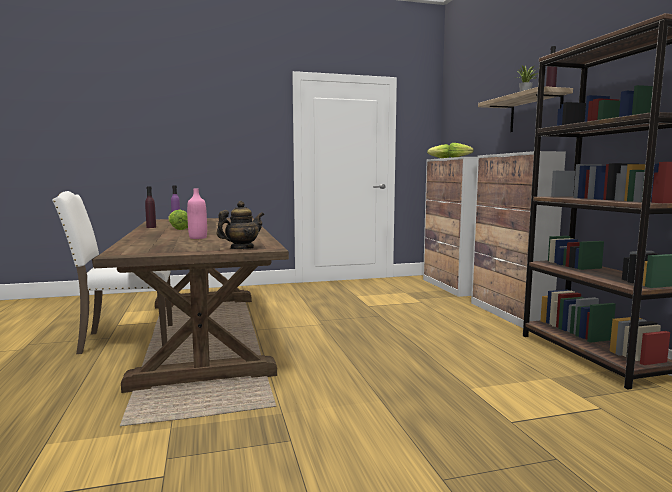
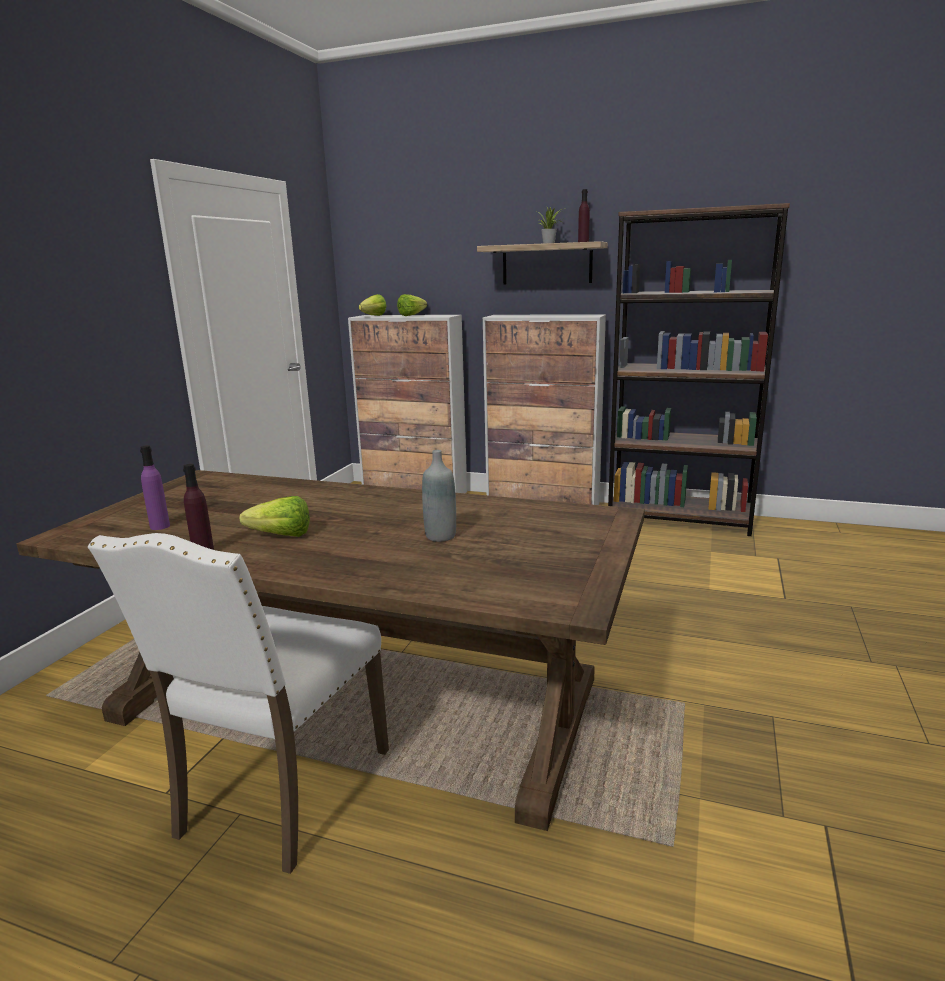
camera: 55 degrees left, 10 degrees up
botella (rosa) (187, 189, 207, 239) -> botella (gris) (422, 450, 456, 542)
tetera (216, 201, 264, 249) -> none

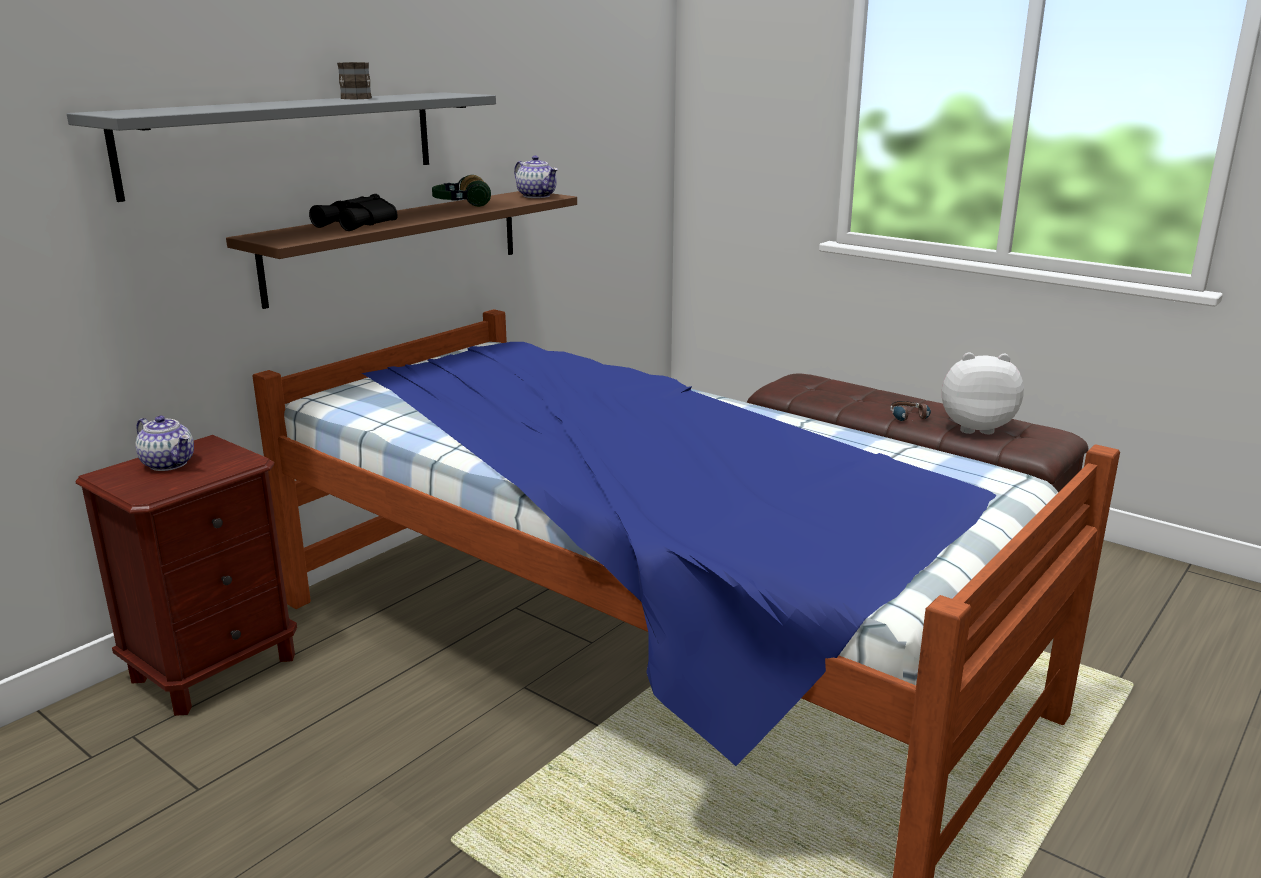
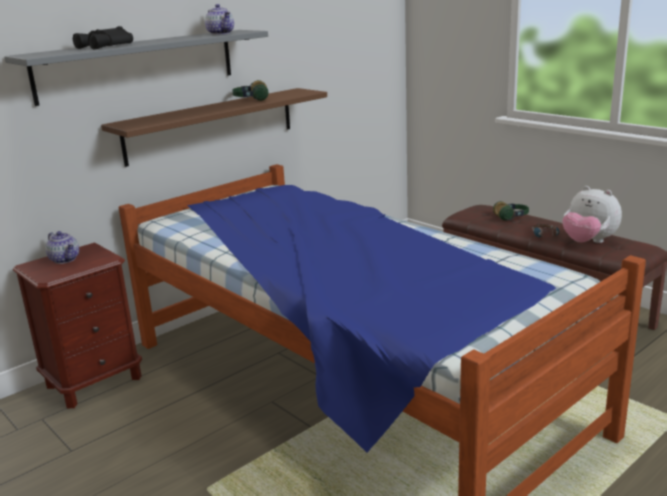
camera: 10 degrees right, 0 degrees up
taza grande (marrón) (337, 62, 372, 99) -> none
tetera (514, 155, 558, 198) -> tetera (205, 4, 234, 35), move
prismáticos (negro) (309, 194, 397, 231) -> prismáticos (negro) (73, 26, 133, 50), move
peluche (942, 352, 1024, 434) -> peluche (562, 186, 622, 243), 150 degrees counterclockwise
none -> auriculares (493, 201, 529, 221)

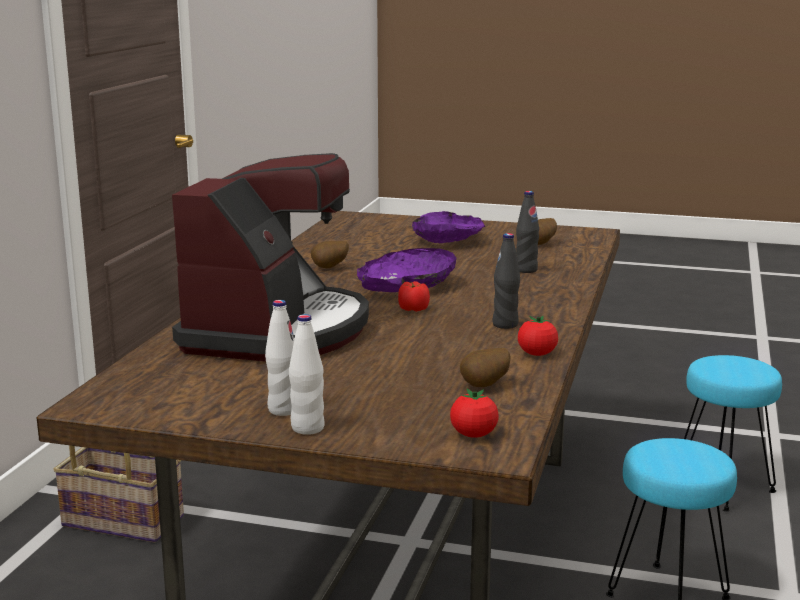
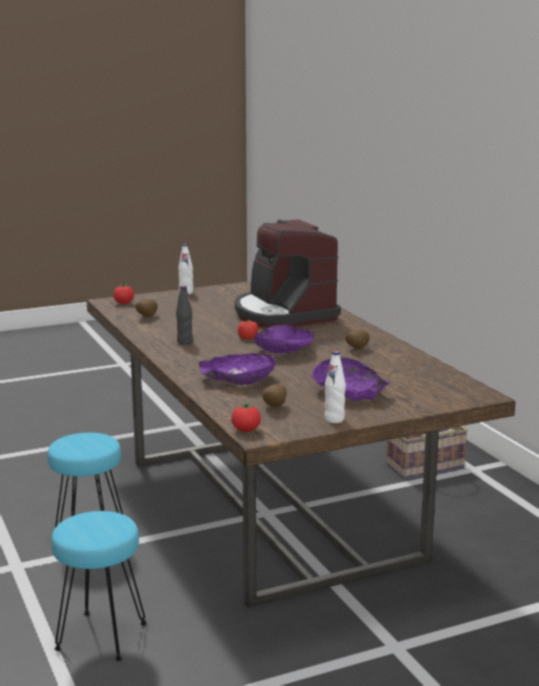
camera: 140 degrees right, 0 degrees up
botella (negro) (516, 191, 539, 273) -> cuenco (morado) (198, 353, 276, 385)
botella (blanco) (265, 300, 294, 416) -> botella (blanco) (324, 351, 346, 423), move
tomate (518, 316, 558, 356) -> tomate (231, 402, 261, 432), move

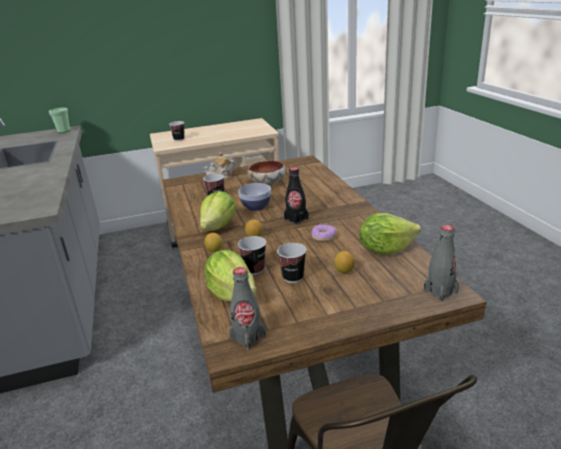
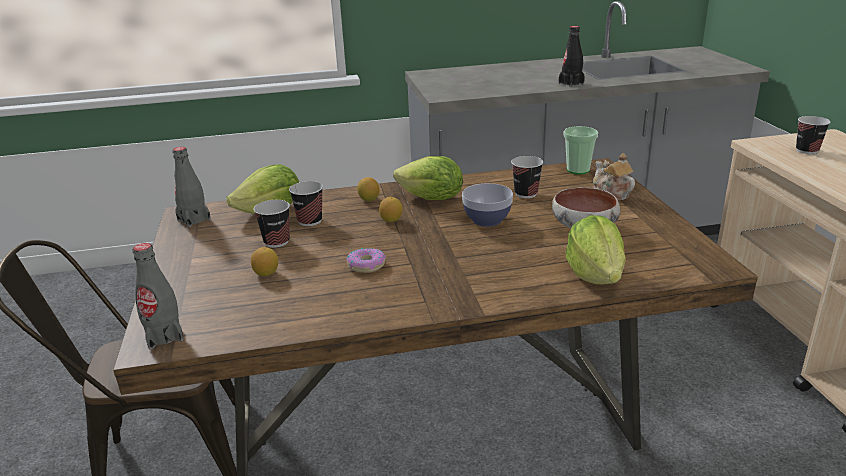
camera: 95 degrees right, 0 degrees up
taza (49, 108, 70, 133) -> taza (563, 126, 598, 174), move
botella (negro) (284, 167, 309, 225) -> botella (negro) (559, 26, 585, 87), move
lechuga (359, 213, 421, 255) -> lechuga (565, 215, 626, 285), move

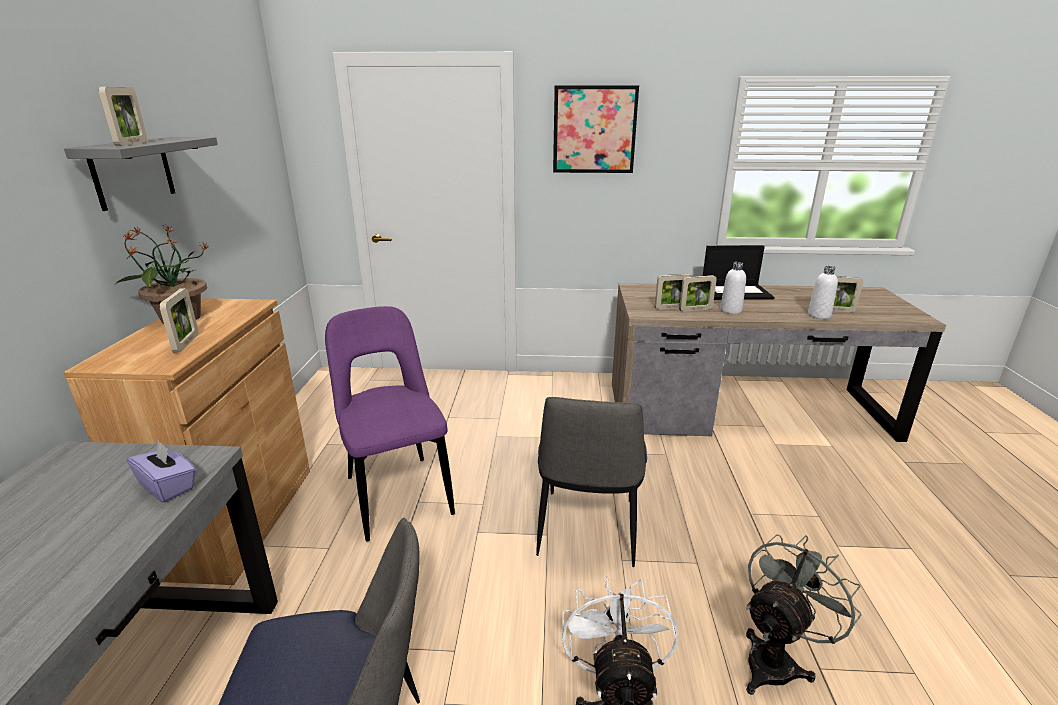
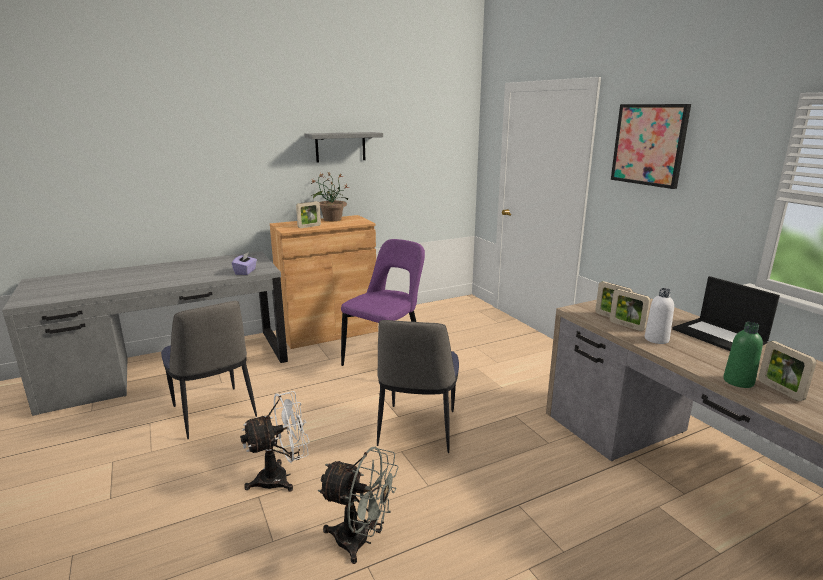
camera: 60 degrees right, 5 degrees down
portarretratos (99, 87, 147, 146) -> none
botella (blanco) (808, 266, 838, 319) -> botella (verde) (723, 322, 763, 388)
silla (536, 397, 647, 567) -> silla (377, 320, 459, 453), 60 degrees counterclockwise

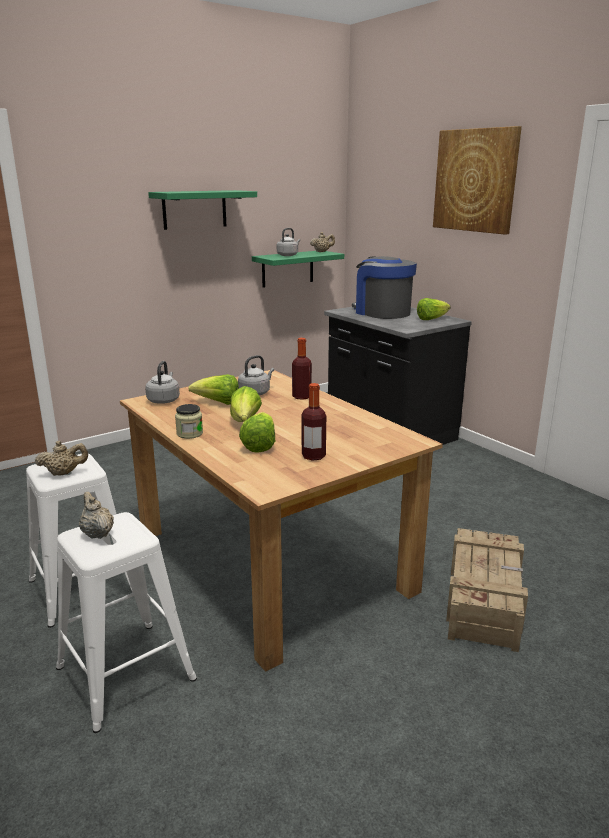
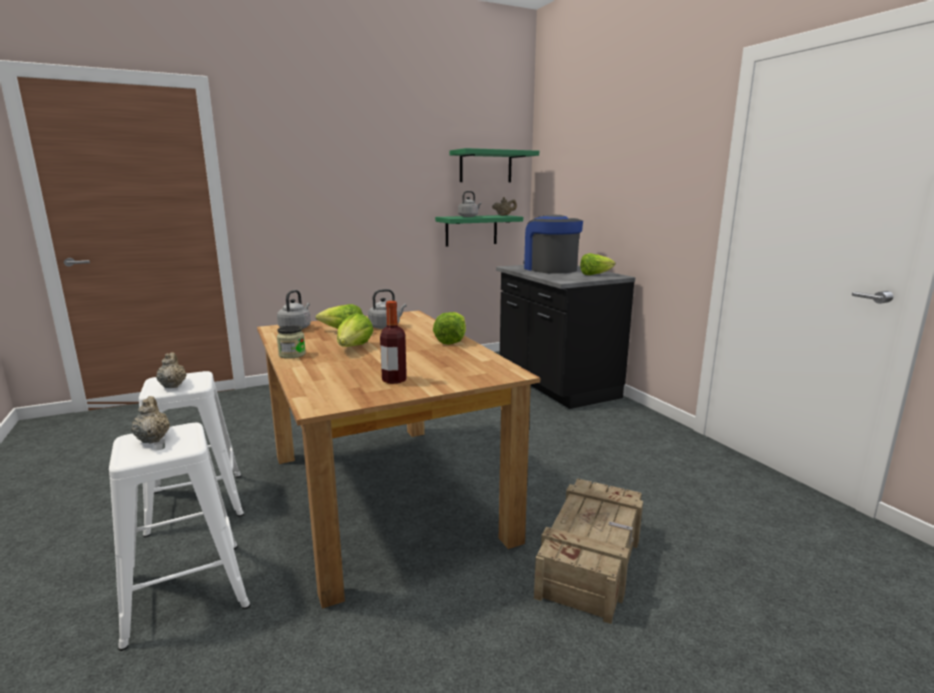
camera: 10 degrees right, 5 degrees down
cuadro (433, 126, 522, 235) -> none
estante (verde) (148, 190, 257, 230) -> estante (verde) (450, 148, 539, 182), move
botella (292, 338, 312, 400) -> none
lechuga (239, 412, 275, 453) -> lechuga (433, 312, 466, 345), move
tetera (beis) (35, 441, 88, 476) -> tetera (beis) (156, 352, 187, 388), 105 degrees counterclockwise

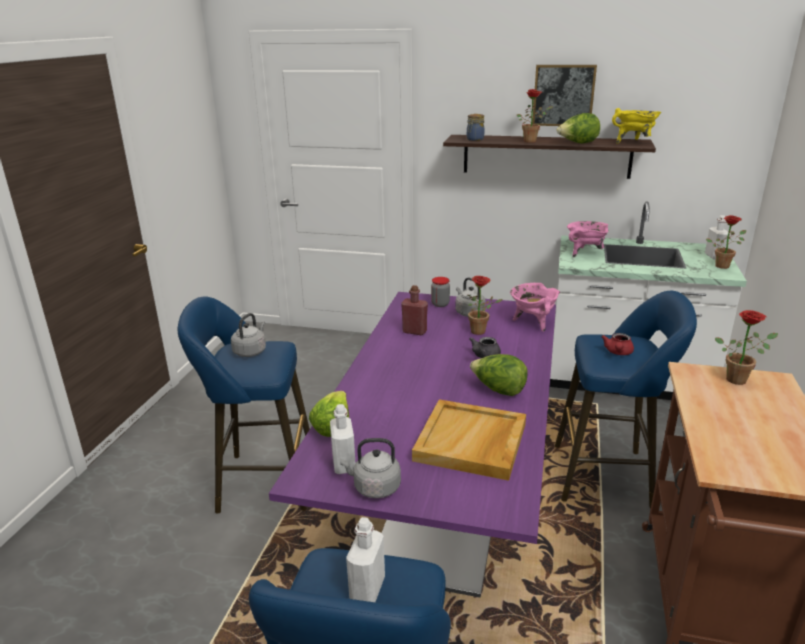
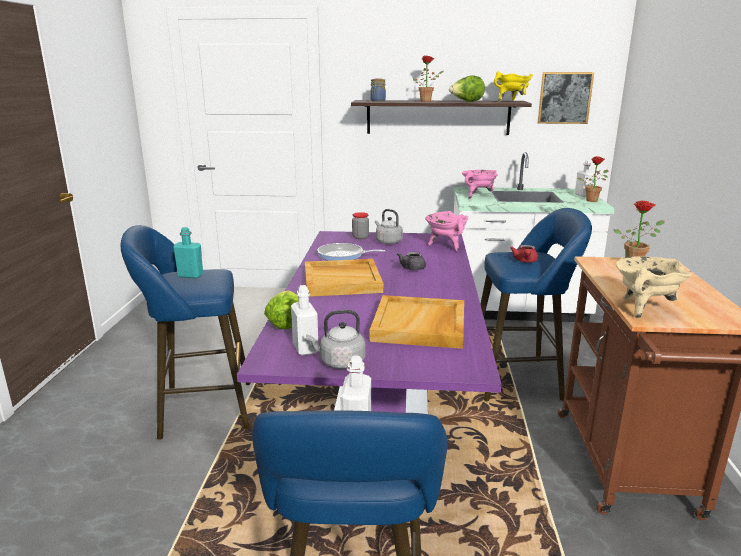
camera: 10 degrees left, 5 degrees down
cuadro (532, 65, 597, 126) -> cuadro (538, 72, 594, 124), move
planta en maceta (468, 276, 503, 335) -> none
botella (rojo) (401, 285, 428, 335) -> sartén (317, 243, 385, 261)
hervidor (gris) (231, 313, 266, 357) -> botella (turquesa) (173, 227, 203, 279)
lechuga (470, 354, 527, 396) -> none
none -> olla (beis) (616, 256, 692, 319)
none -> bandeja (beis) (305, 259, 383, 297)

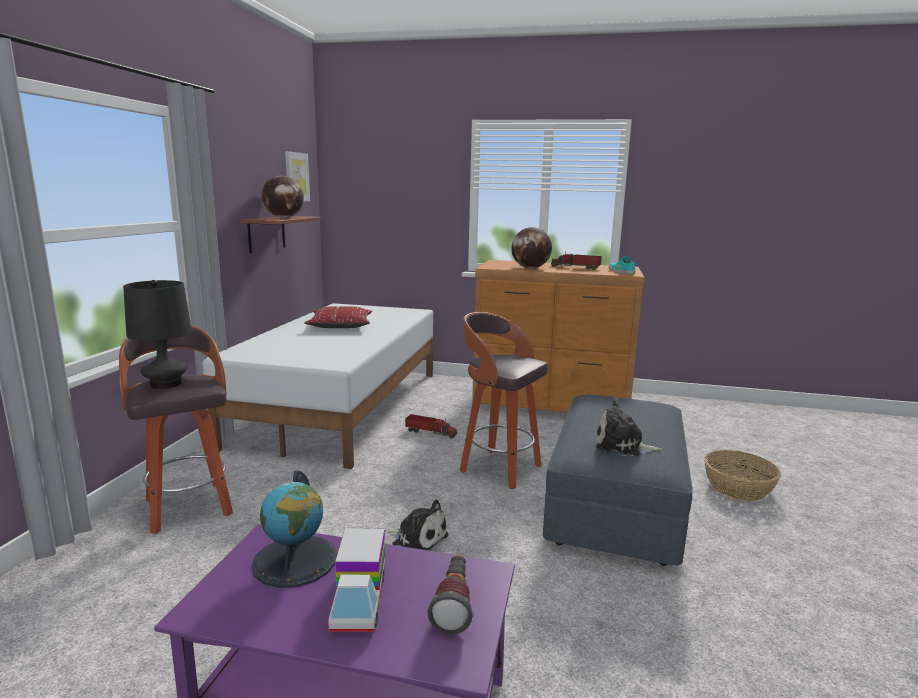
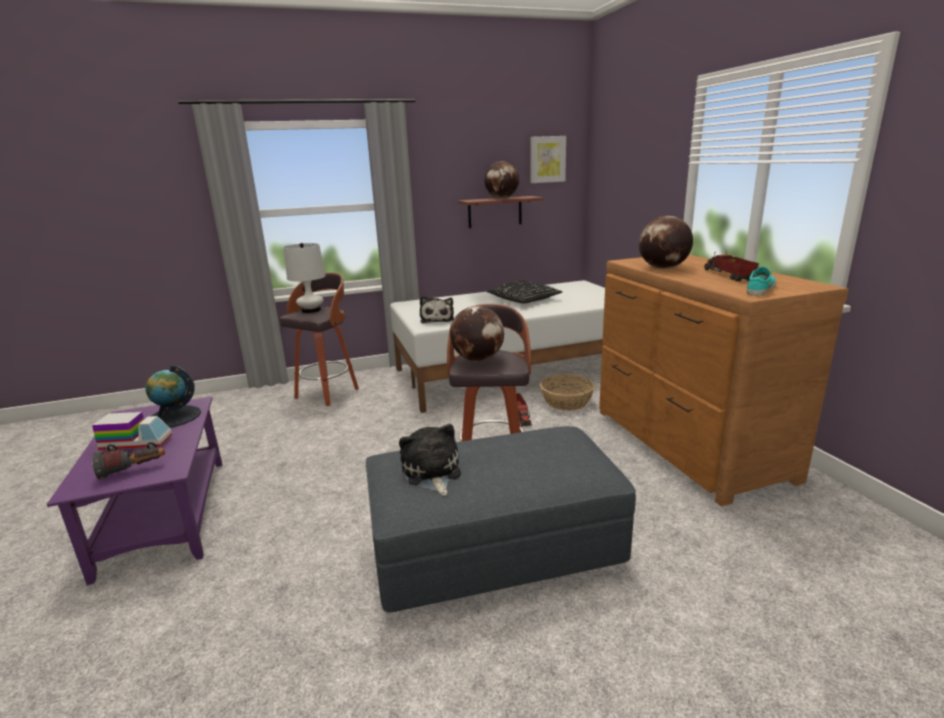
camera: 60 degrees right, 5 degrees up
lámpara de mesa (negro) (123, 280, 192, 389) -> lámpara de mesa (blanco) (284, 243, 326, 313)
cojín (rojo) (304, 306, 372, 328) -> cojín (negro) (486, 281, 562, 303)
cesta (704, 450, 781, 501) -> cesta (540, 374, 595, 411), move
peluche (385, 500, 448, 551) -> peluche (420, 296, 454, 324), move
camión de juguete (329, 528, 385, 632) -> camión de juguete (92, 412, 172, 451), 150 degrees counterclockwise
none -> globo terráqueo (450, 306, 504, 361)

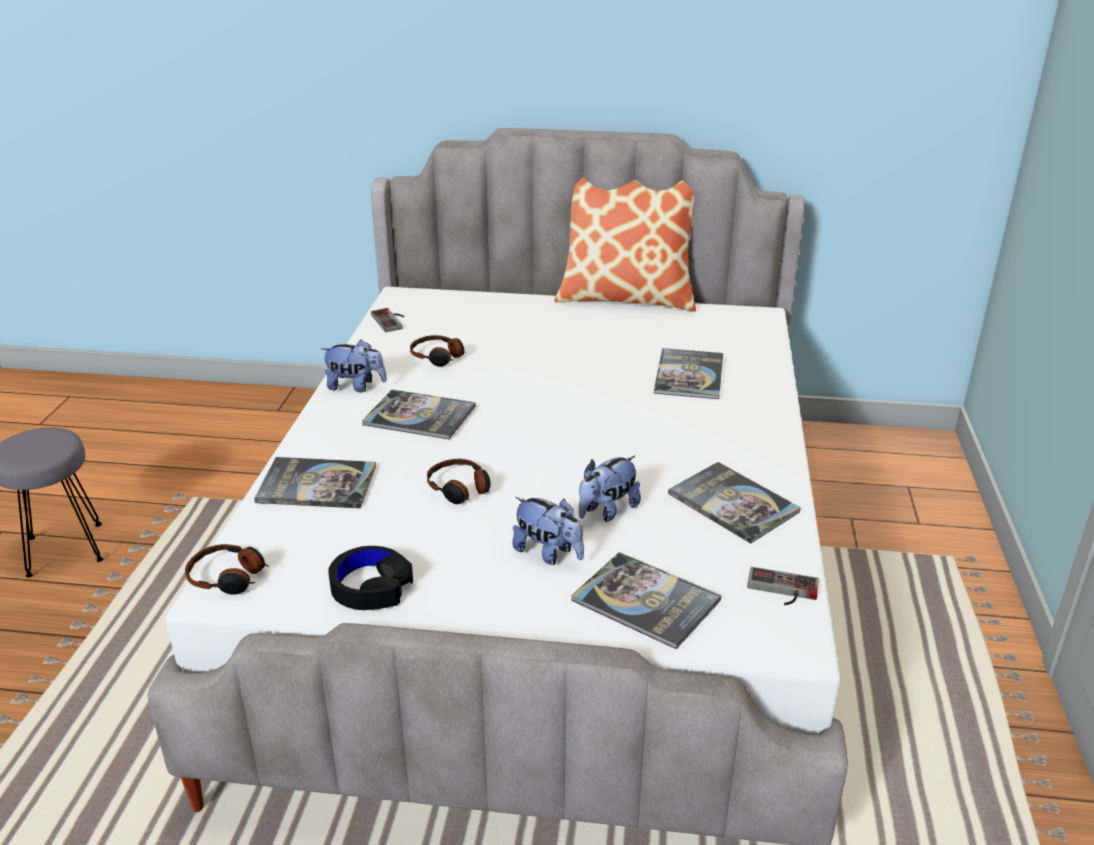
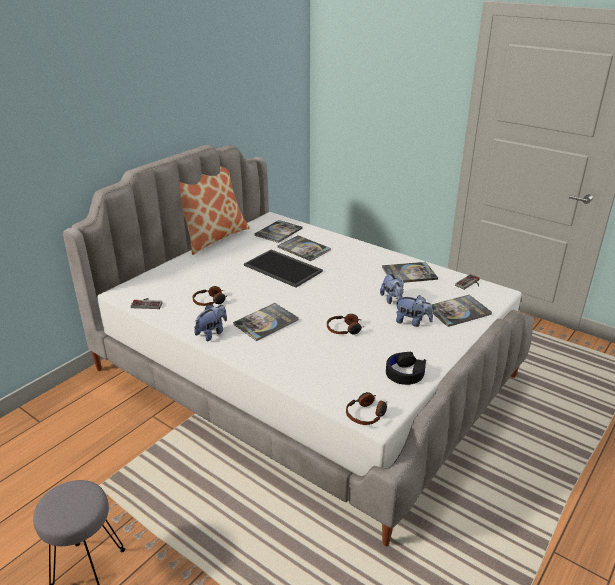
camera: 60 degrees left, 0 degrees up
libro (254, 457, 376, 508) -> libro (254, 220, 302, 243), move
peluche (512, 497, 584, 565) -> peluche (395, 295, 433, 327), 45 degrees clockwise
none -> bandeja (244, 250, 323, 288)

